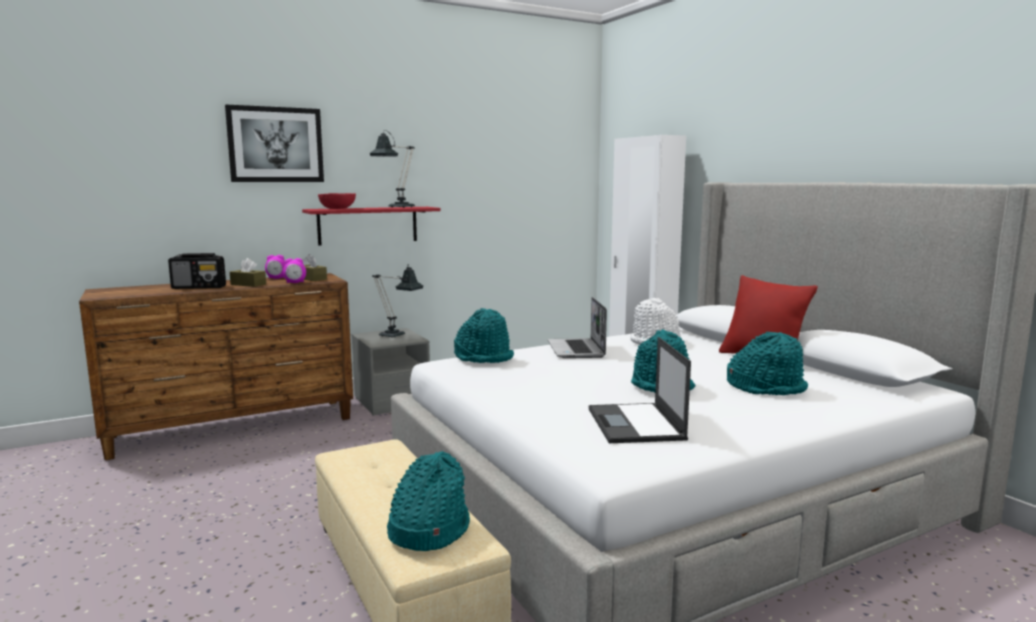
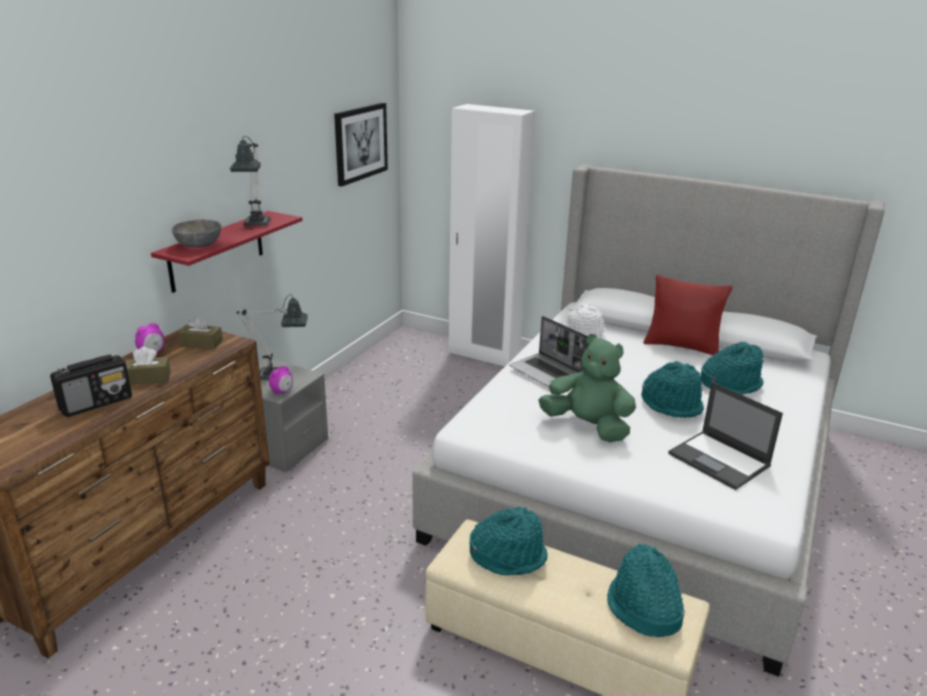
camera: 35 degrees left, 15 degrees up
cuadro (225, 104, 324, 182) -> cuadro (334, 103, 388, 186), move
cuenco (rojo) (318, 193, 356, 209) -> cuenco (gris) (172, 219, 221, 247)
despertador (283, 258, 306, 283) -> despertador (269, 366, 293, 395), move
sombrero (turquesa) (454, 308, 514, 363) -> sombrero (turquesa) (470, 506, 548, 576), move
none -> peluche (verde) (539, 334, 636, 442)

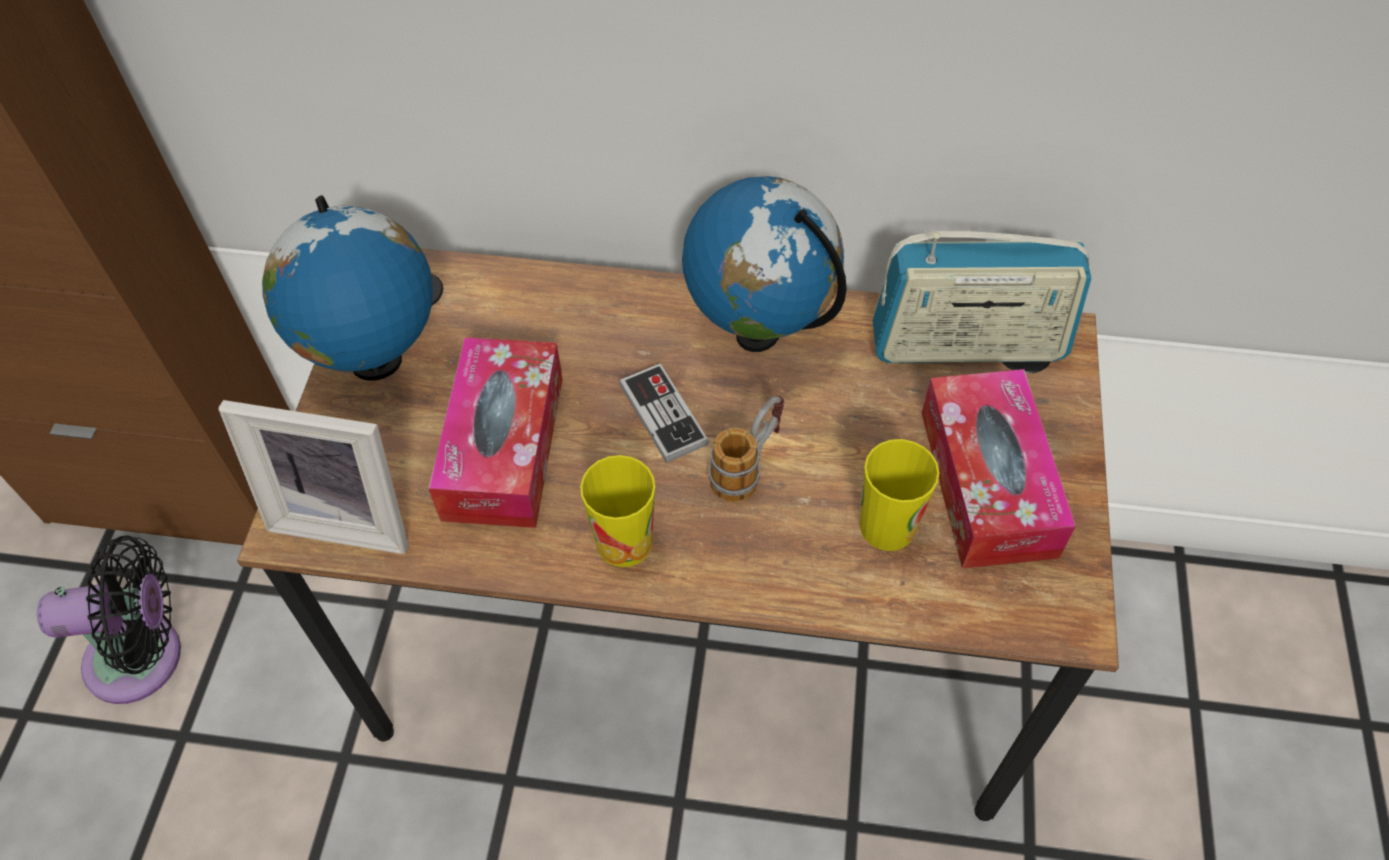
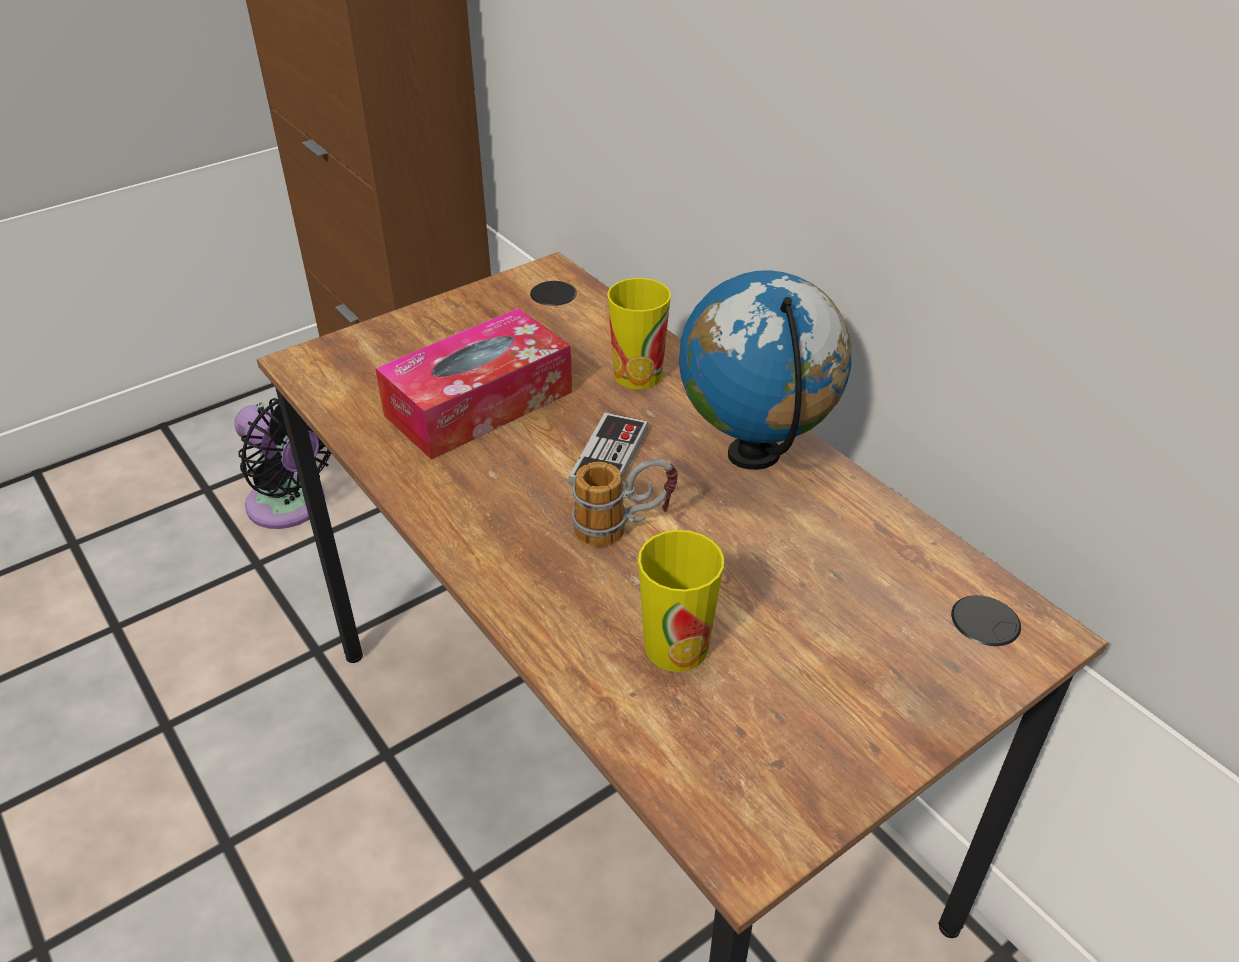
camera: 45 degrees right, 15 degrees down
globo terráqueo (262, 196, 433, 381) -> none
radio (872, 231, 1091, 363) -> none
caja de pañuelos (921, 369, 1076, 569) -> none
portarretratos (218, 400, 409, 554) -> none
taza (580, 455, 655, 567) -> taza (607, 278, 671, 389), move

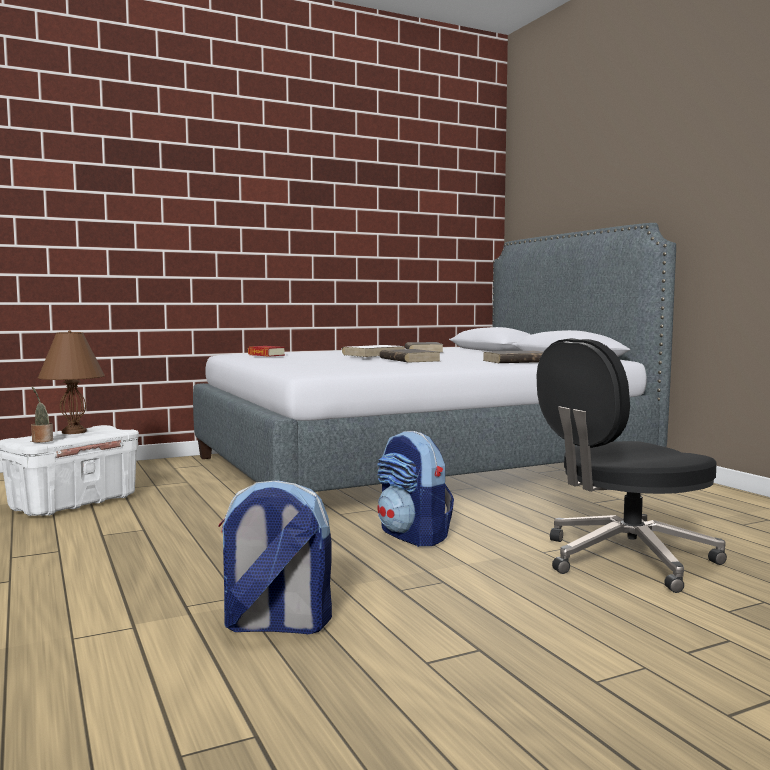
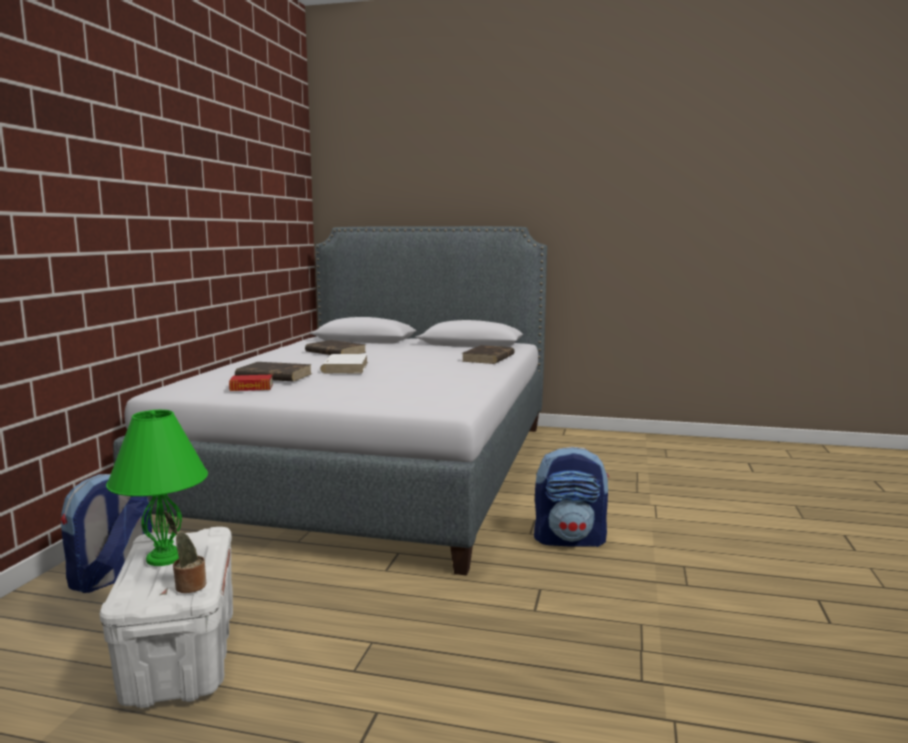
camera: 50 degrees left, 5 degrees up
lámpara de mesa (marrón) (38, 330, 105, 434) -> lámpara de mesa (verde) (106, 410, 208, 566)
silla de oficina (negro) (537, 338, 727, 593) -> none
libro (marrón) (379, 349, 440, 363) -> libro (marrón) (235, 362, 312, 382), move
mochila (218, 480, 332, 634) -> mochila (61, 474, 152, 593), move

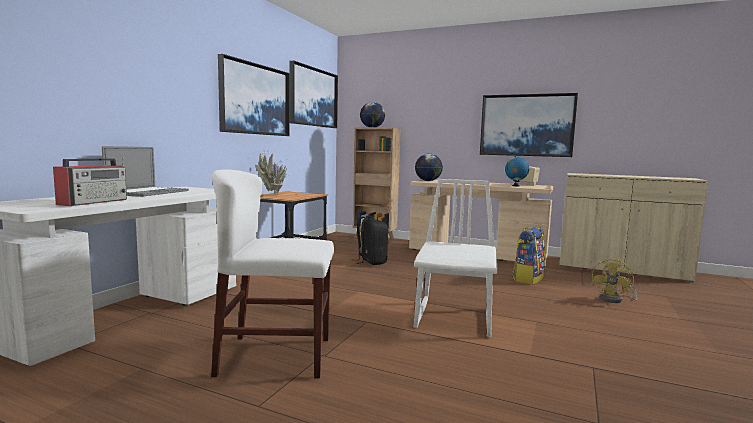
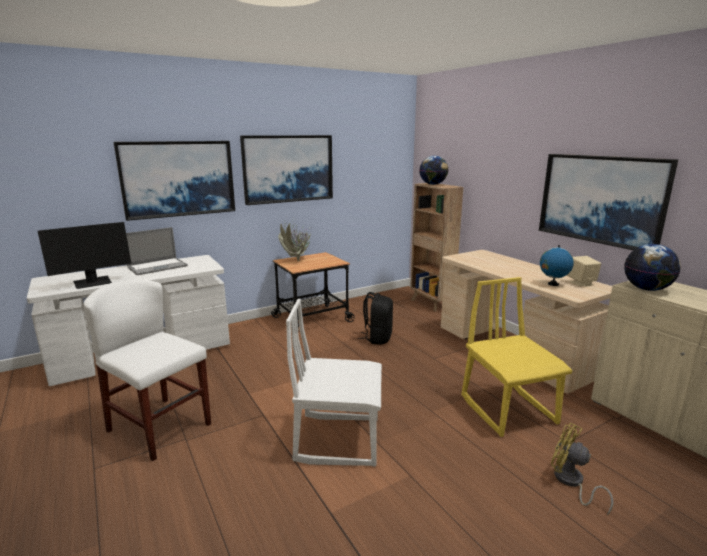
camera: 35 degrees right, 10 degrees up
cuadro (289, 61, 338, 128) -> cuadro (114, 141, 235, 221), move
globo terráqueo (415, 154, 443, 181) -> globo terráqueo (624, 244, 681, 291), move
radio (53, 156, 127, 206) -> monitor (38, 222, 131, 289)
silla (blanco) (414, 179, 497, 337) -> silla (blanco) (286, 299, 382, 467), 135 degrees counterclockwise
mochila (512, 227, 546, 285) -> silla (amarillo) (461, 277, 573, 437)
ventilador (amarillo) (592, 259, 637, 303) -> ventilador (amarillo) (551, 423, 613, 515), 60 degrees clockwise

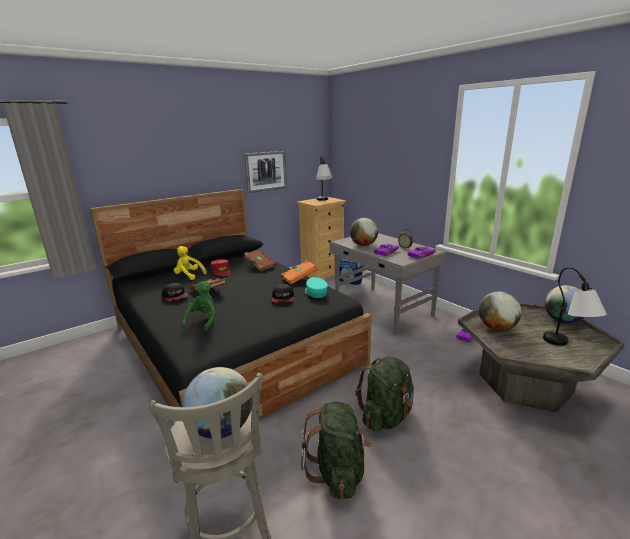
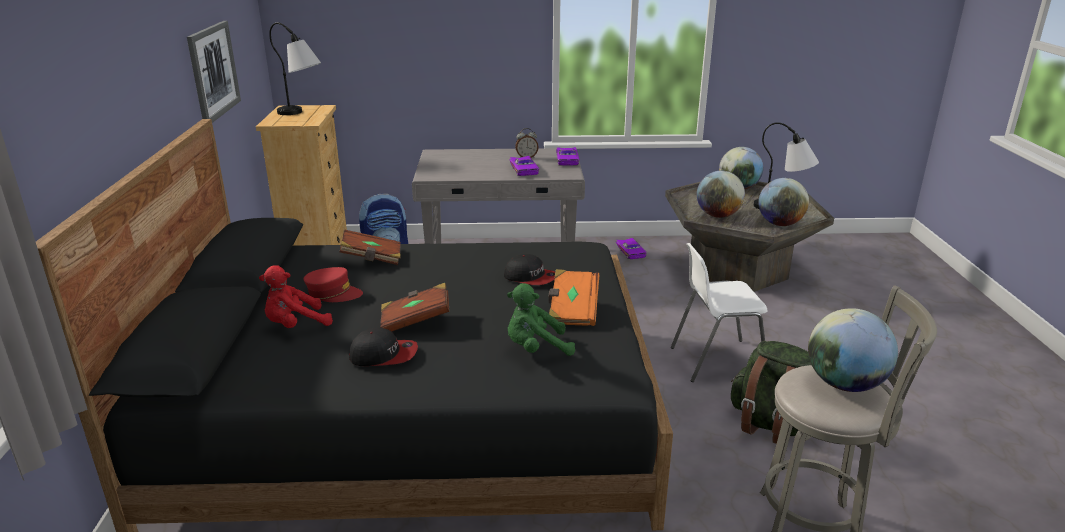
camera: 55 degrees left, 5 degrees up
globo terráqueo (350, 218, 378, 246) -> globo terráqueo (758, 178, 809, 226), move
peluche (amarillo) (174, 246, 207, 280) -> peluche (rojo) (259, 265, 333, 328)
libro (naranja) (281, 260, 318, 285) -> libro (naranja) (549, 269, 600, 326), move
gorra (turquesa) (305, 277, 328, 298) -> none
peluche (verde) (182, 281, 216, 332) -> peluche (verde) (507, 283, 575, 356), 60 degrees counterclockwise
mochila (verde) (356, 356, 414, 432) -> silla (blanco) (671, 243, 767, 382)

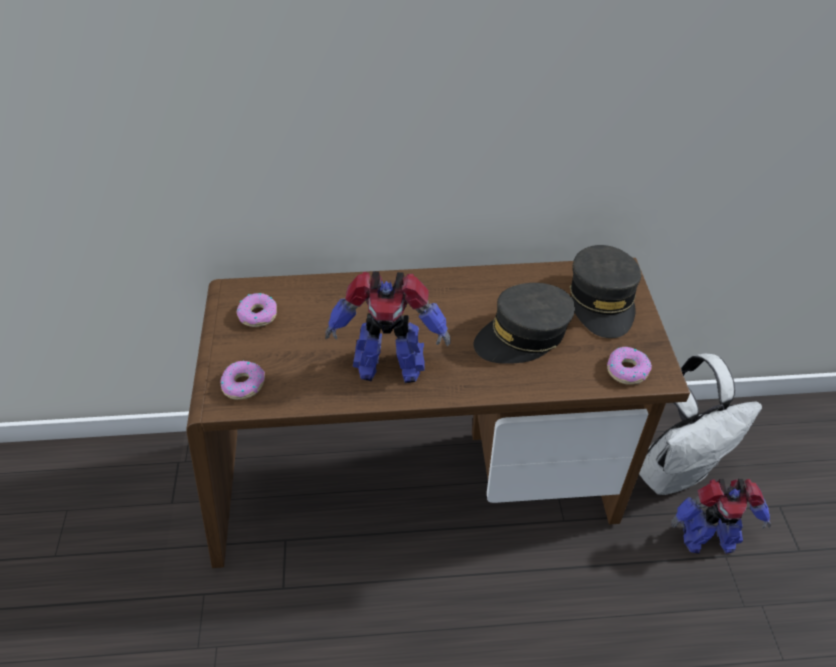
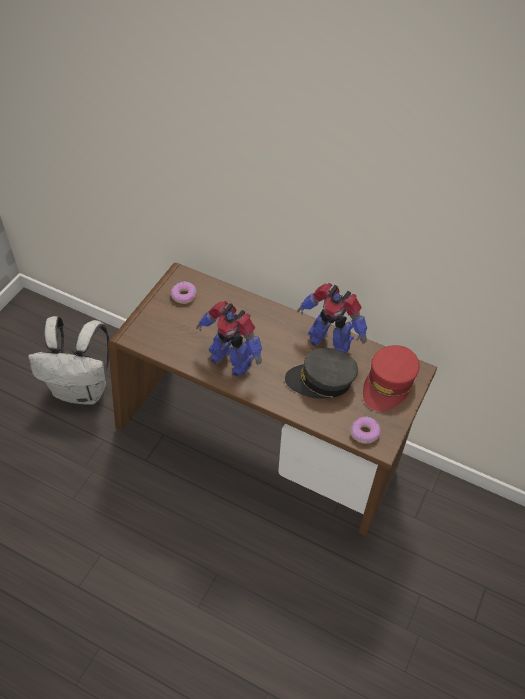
camera: 30 degrees right, 5 degrees up
gorra (gris) (570, 245, 641, 338) -> gorra (rojo) (363, 345, 420, 411)
mochila (blanco) (639, 354, 762, 495) -> mochila (blanco) (28, 316, 109, 404), move
rosquilla (220, 361, 265, 400) -> none
robot de juguete (671, 479, 771, 554) -> robot de juguete (297, 283, 368, 353), move

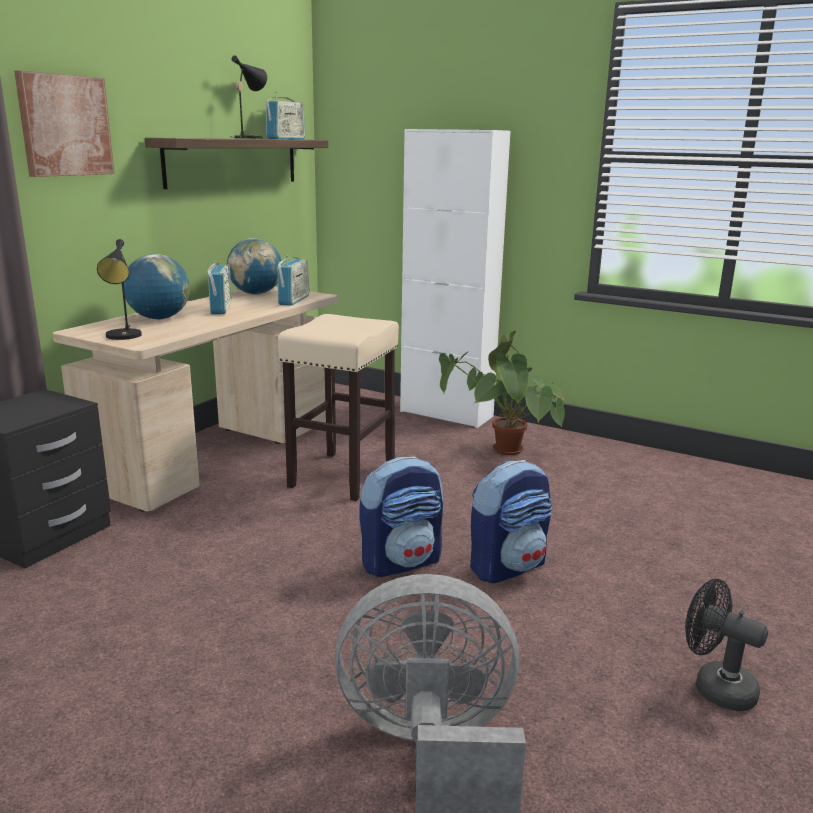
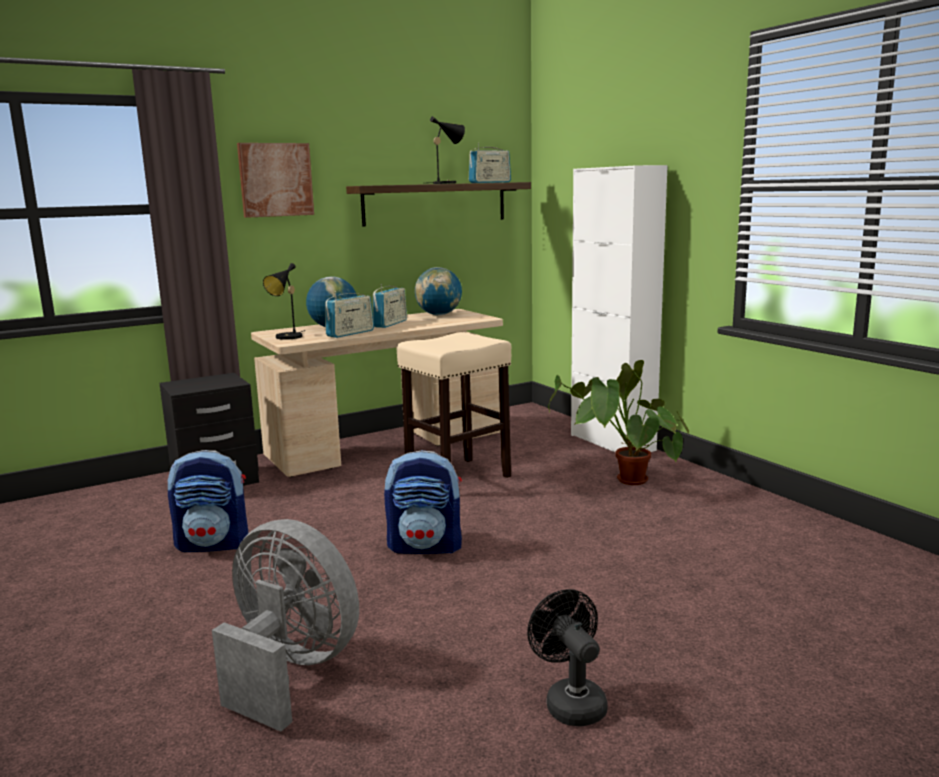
camera: 30 degrees right, 5 degrees down
radio (278, 255, 309, 306) -> radio (326, 291, 374, 338), move
mochila (470, 460, 552, 583) -> mochila (168, 450, 248, 552), move

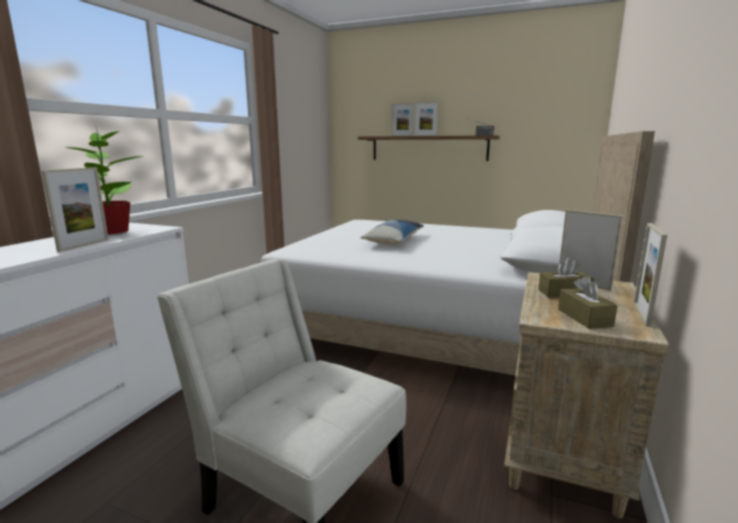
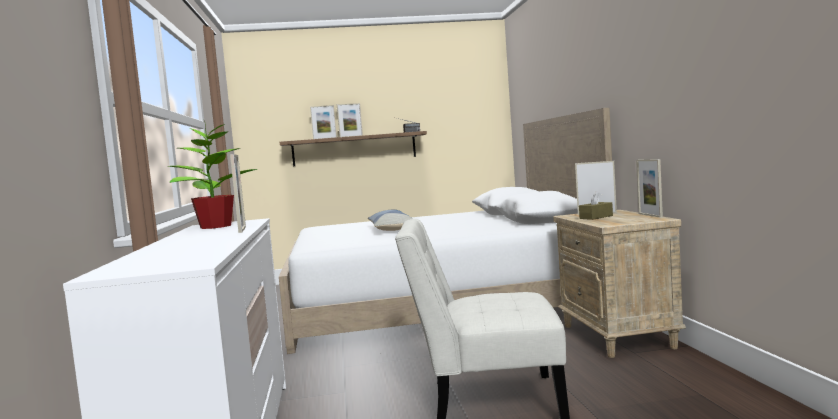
camera: 30 degrees left, 10 degrees down
caja de pañuelos (marrón) (558, 276, 618, 329) -> none

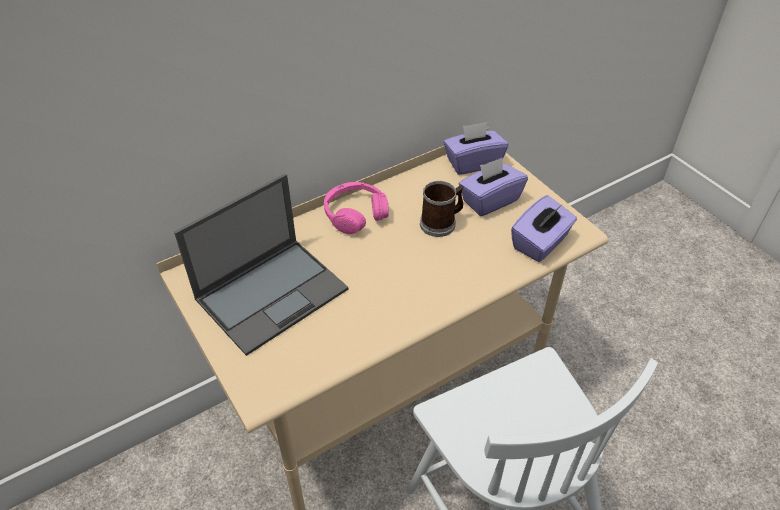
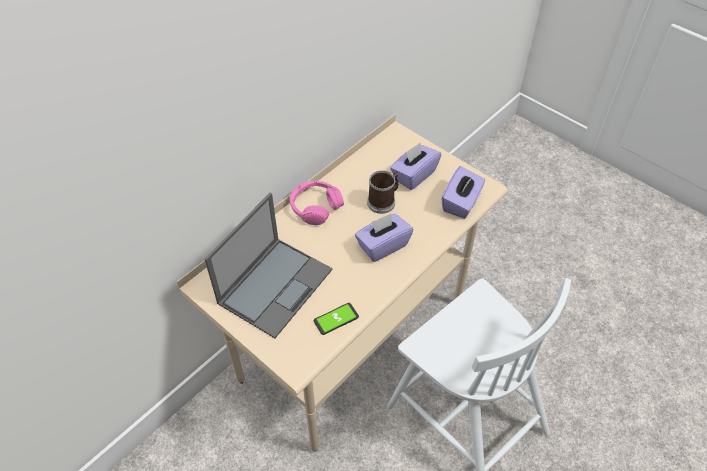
camera: 15 degrees left, 5 degrees up
caja de pañuelos (morado) (443, 122, 508, 175) -> caja de pañuelos (morado) (355, 213, 413, 262), move
none -> móvil (314, 303, 359, 335)

